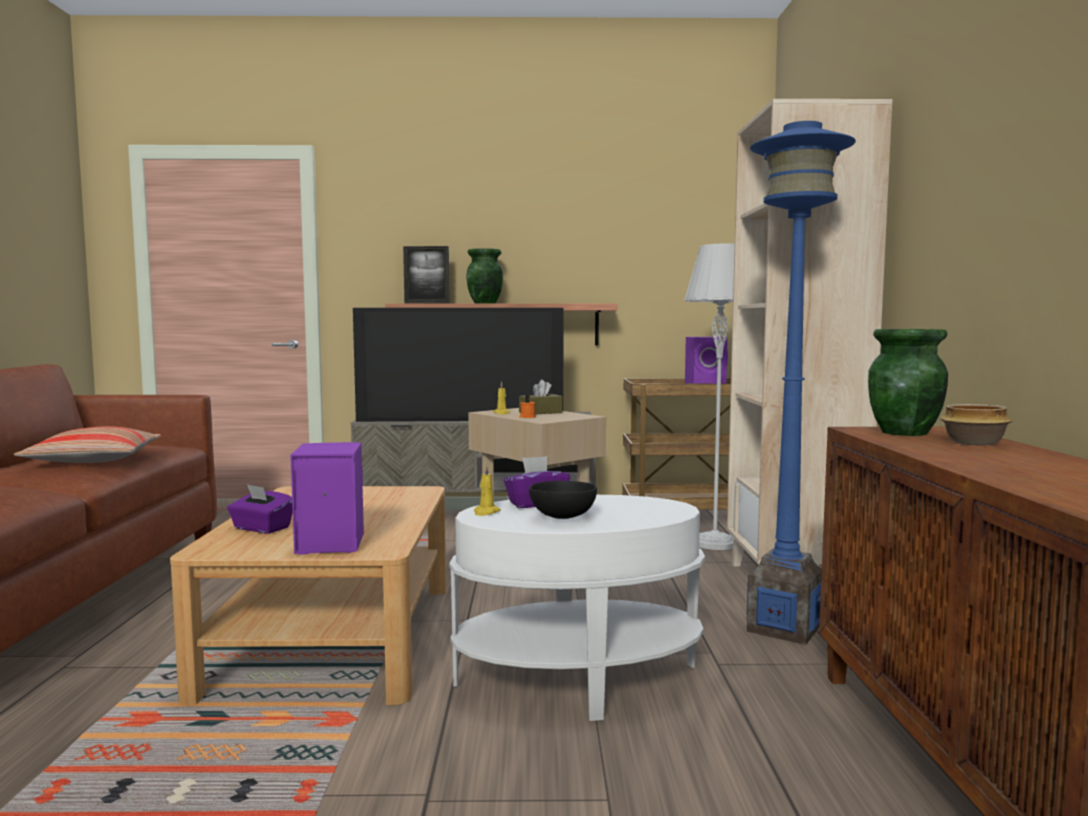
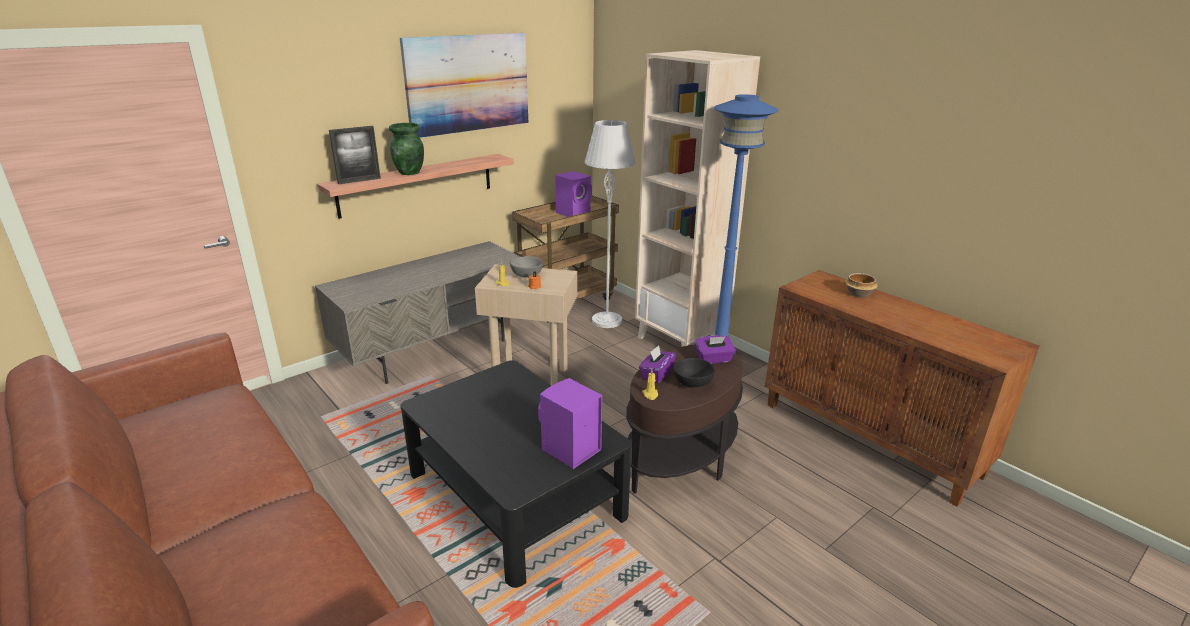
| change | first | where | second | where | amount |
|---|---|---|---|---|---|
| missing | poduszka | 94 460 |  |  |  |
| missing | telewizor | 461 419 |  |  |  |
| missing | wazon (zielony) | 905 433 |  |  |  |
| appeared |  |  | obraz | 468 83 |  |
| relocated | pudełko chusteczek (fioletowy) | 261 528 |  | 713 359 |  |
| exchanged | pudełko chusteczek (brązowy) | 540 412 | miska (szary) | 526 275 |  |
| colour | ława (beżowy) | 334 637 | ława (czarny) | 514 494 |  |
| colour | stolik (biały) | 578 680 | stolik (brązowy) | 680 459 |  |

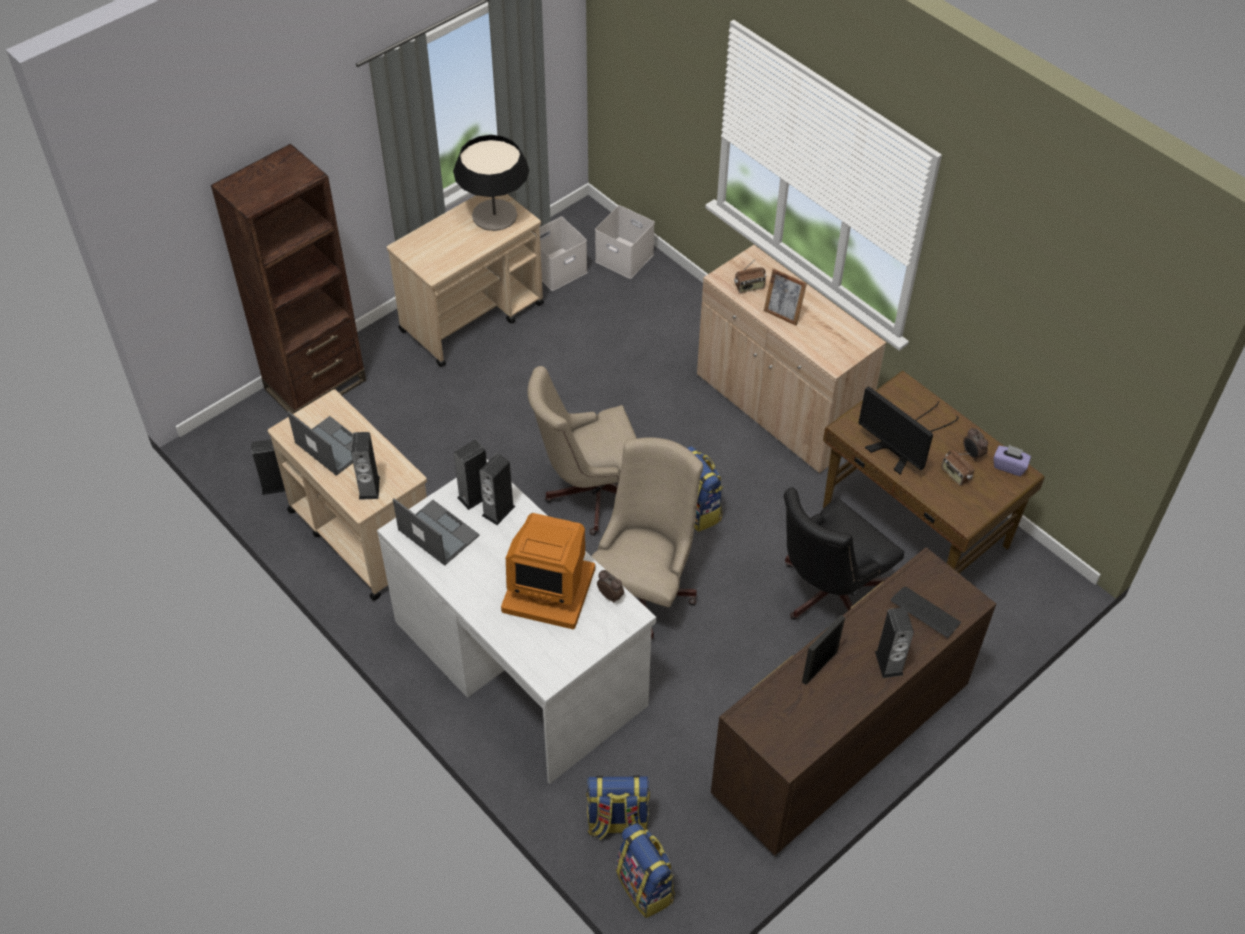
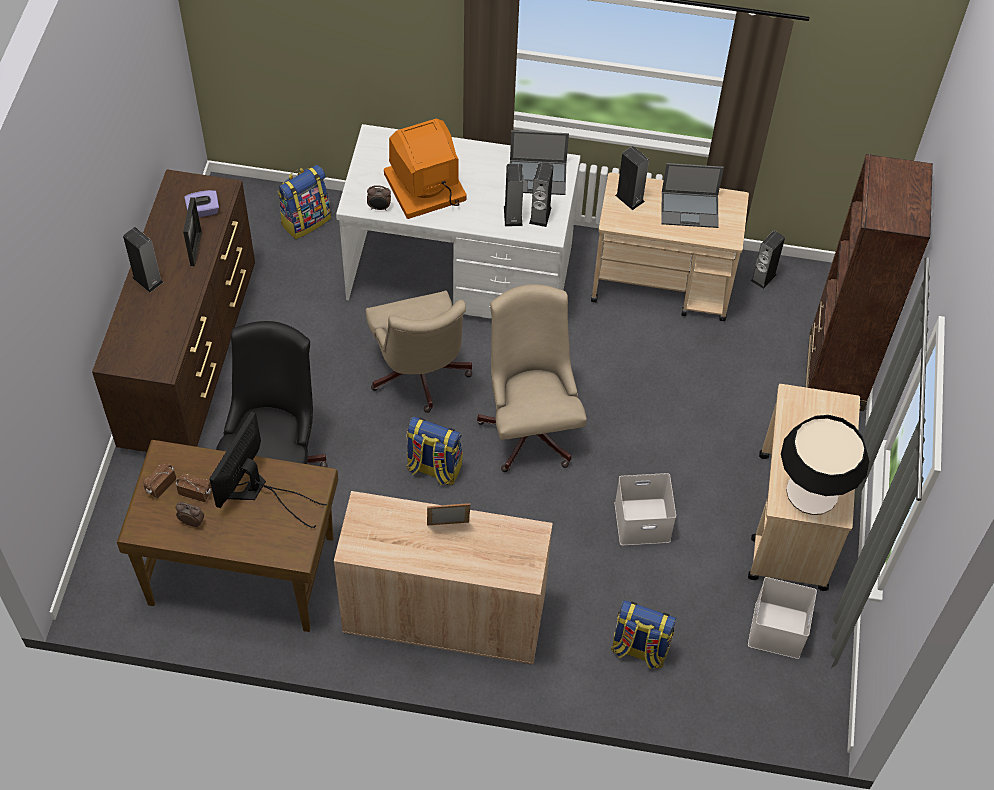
| change | first | where | second | where | amount |
|---|---|---|---|---|---|
| missing | klawiatura | 925 612 |  |  |  |
| relocated | pojemnik do przechowywania (biały) | 623 258 |  | 643 520 |  |
| relocated | plecak | 646 886 |  | 639 649 |  |
| relocated | radio | 749 287 |  | 160 485 |  |
| relocated | pudełko chusteczek (fioletowy) | 1009 466 |  | 203 211 |  |
| spun | krzesło biurowe (beżowy) | 590 493 |  | 530 425 | 45 degrees counterclockwise |
| spun | monitor | 901 446 |  | 258 490 | 75 degrees counterclockwise |

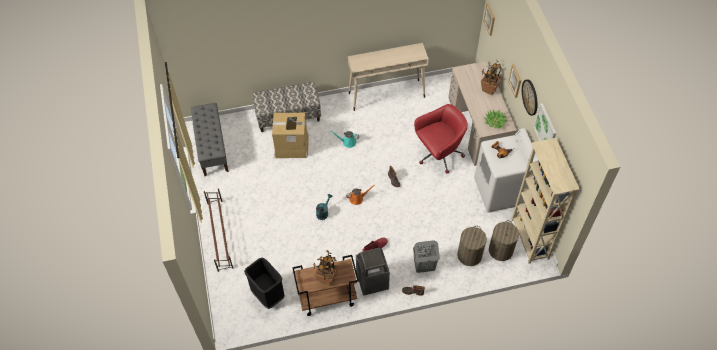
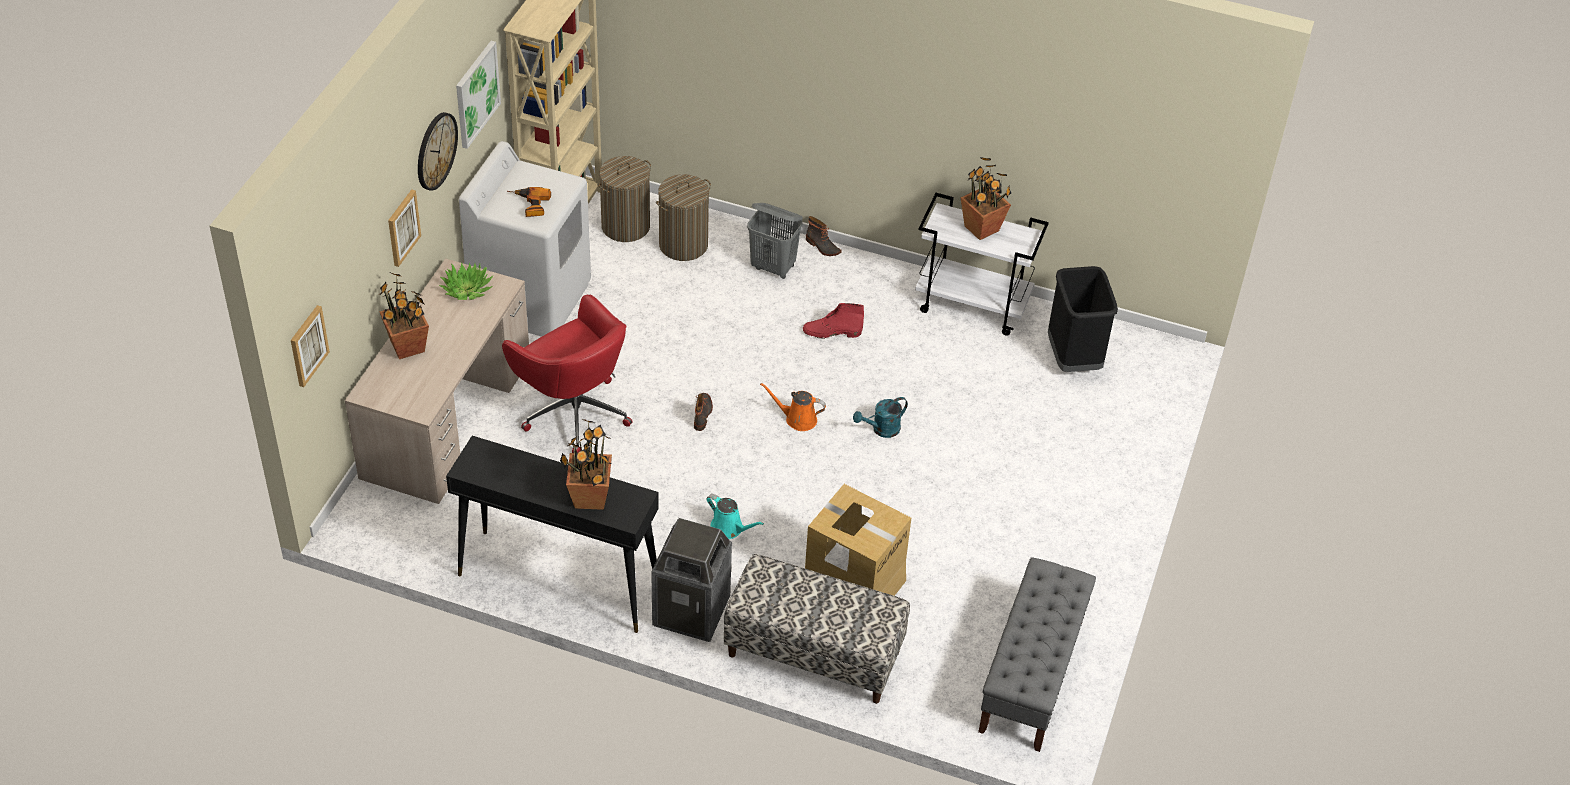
| change | first | where | second | where | amount |
|---|---|---|---|---|---|
| missing | regał na buty (brązowy) | 220 234 |  |  |  |
| appeared |  |  | roślina doniczkowa | 589 498 |  |
| relocated | kosz na śmieci | 372 281 |  | 692 612 |  |
| colour | wózek (brązowy) | 327 299 | wózek (biały) | 973 305 |  |
| colour | stolik konsolowy (beżowy) | 387 95 | stolik konsolowy (czarny) | 558 581 |  |
| spun | krzesło biurowe (czerwony) | 438 154 |  | 574 411 | 135 degrees counterclockwise |

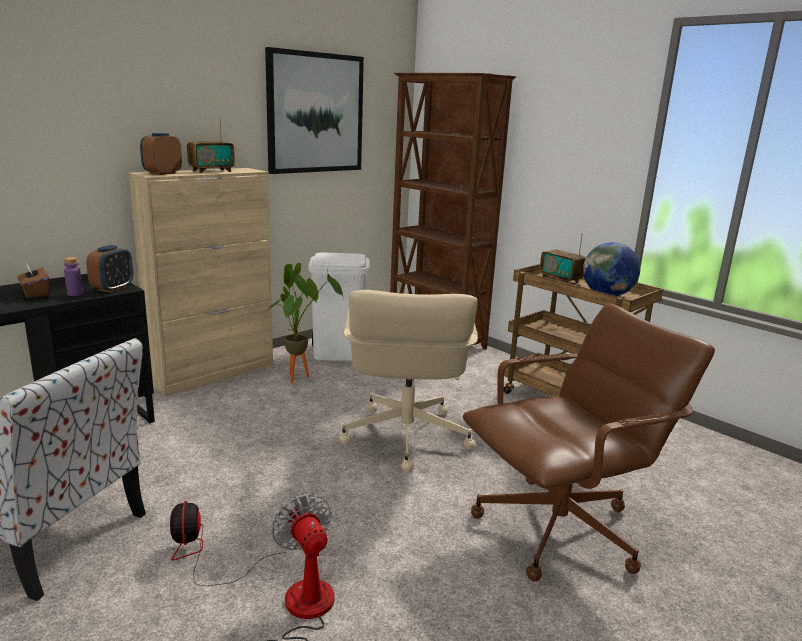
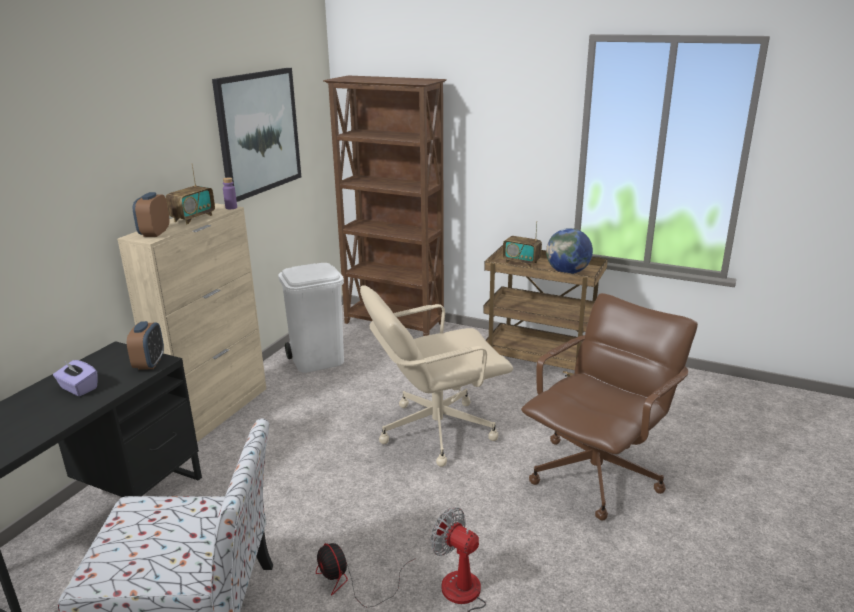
| change | first | where | second | where | amount |
|---|---|---|---|---|---|
| missing | roślina doniczkowa | 300 376 |  |  |  |
| relocated | butelka (fioletowy) | 75 294 |  | 231 207 |  |
| colour | pudełko chusteczek (brązowy) | 35 293 | pudełko chusteczek (fioletowy) | 78 388 |  |
| spun | krzesło biurowe (beżowy) | 405 437 |  | 435 430 | 90 degrees clockwise |

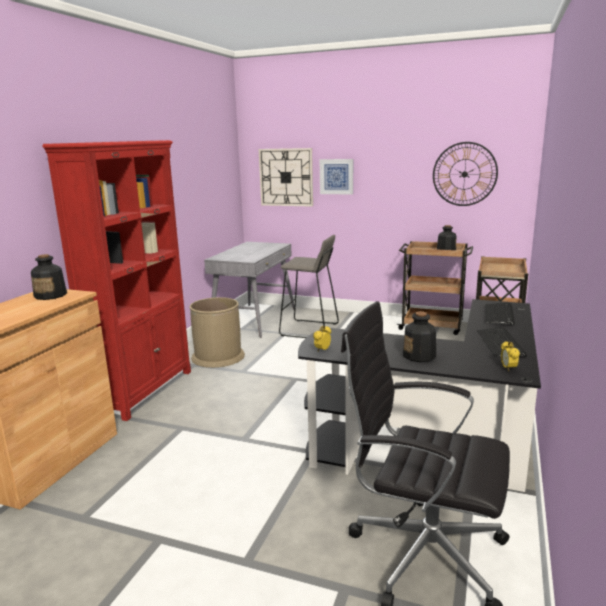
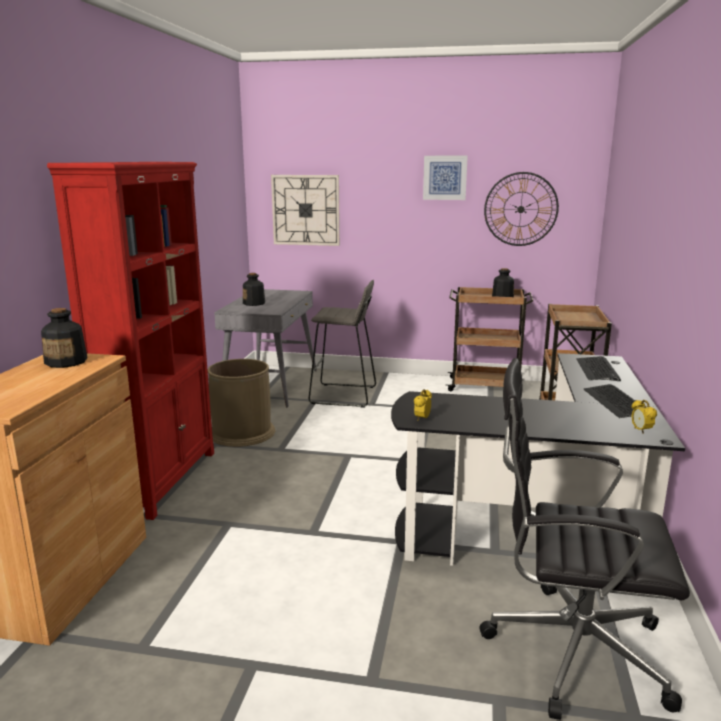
| change | first | where | second | where | amount |
|---|---|---|---|---|---|
| relocated | obraz | 336 176 |  | 445 177 |  |
| relocated | butelka | 419 356 |  | 254 303 |  |

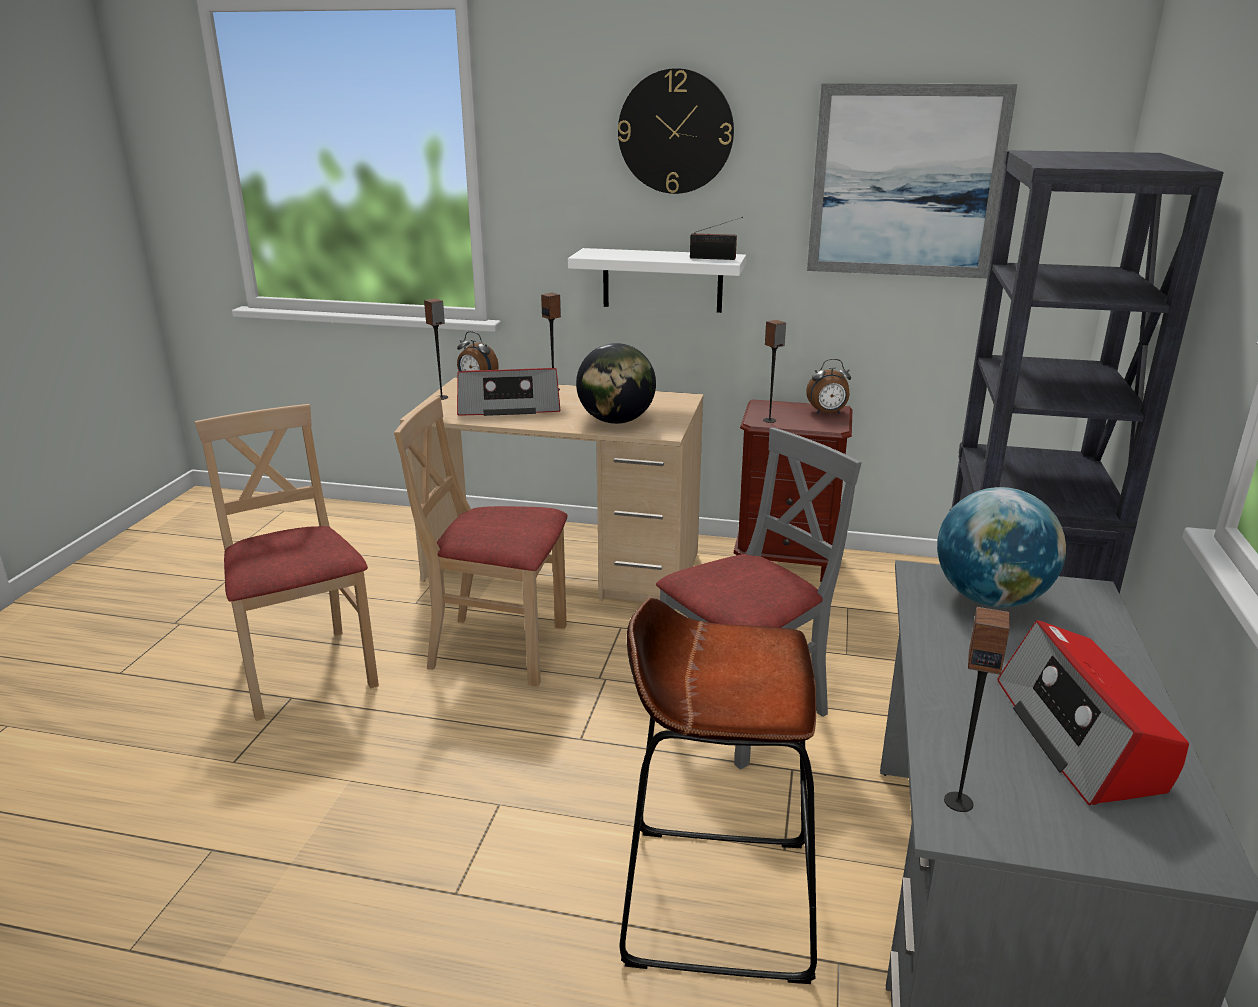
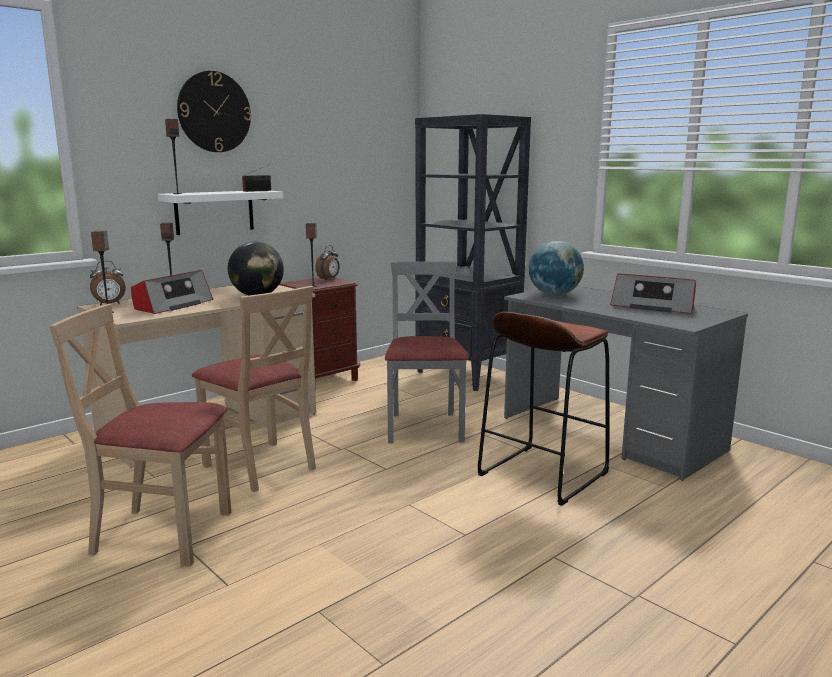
| change | first | where | second | where | amount |
|---|---|---|---|---|---|
| missing | obraz | 905 182 |  |  |  |
| relocated | głośnik | 958 801 |  | 177 193 |  |
| spun | krzesło (beżowy) | 498 648 |  | 261 466 | 90 degrees counterclockwise |

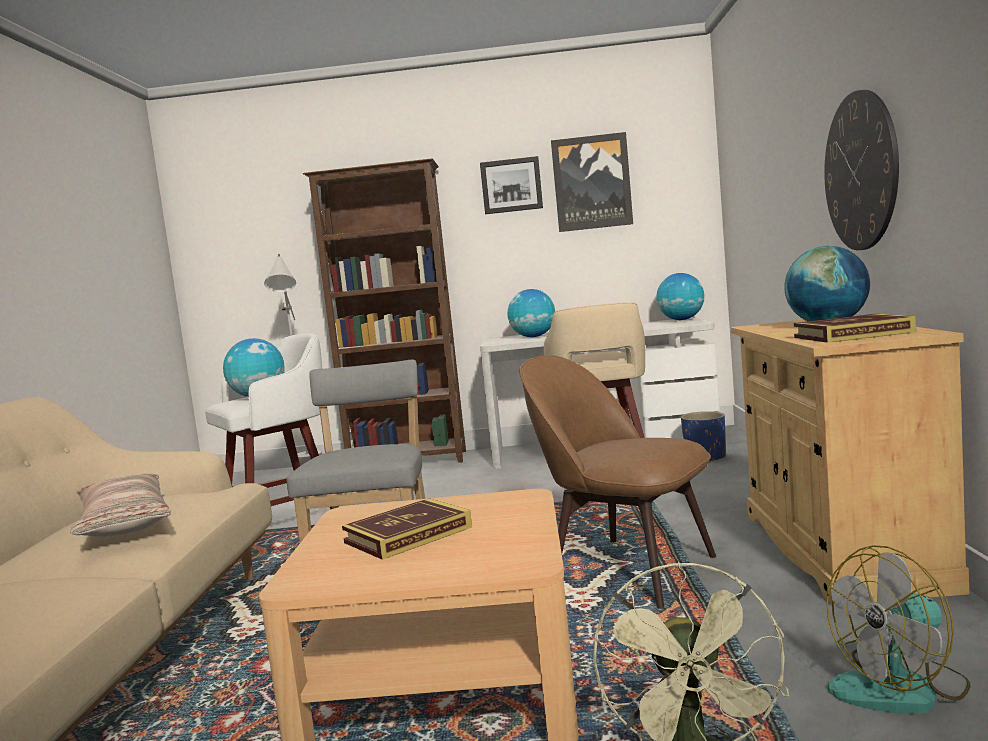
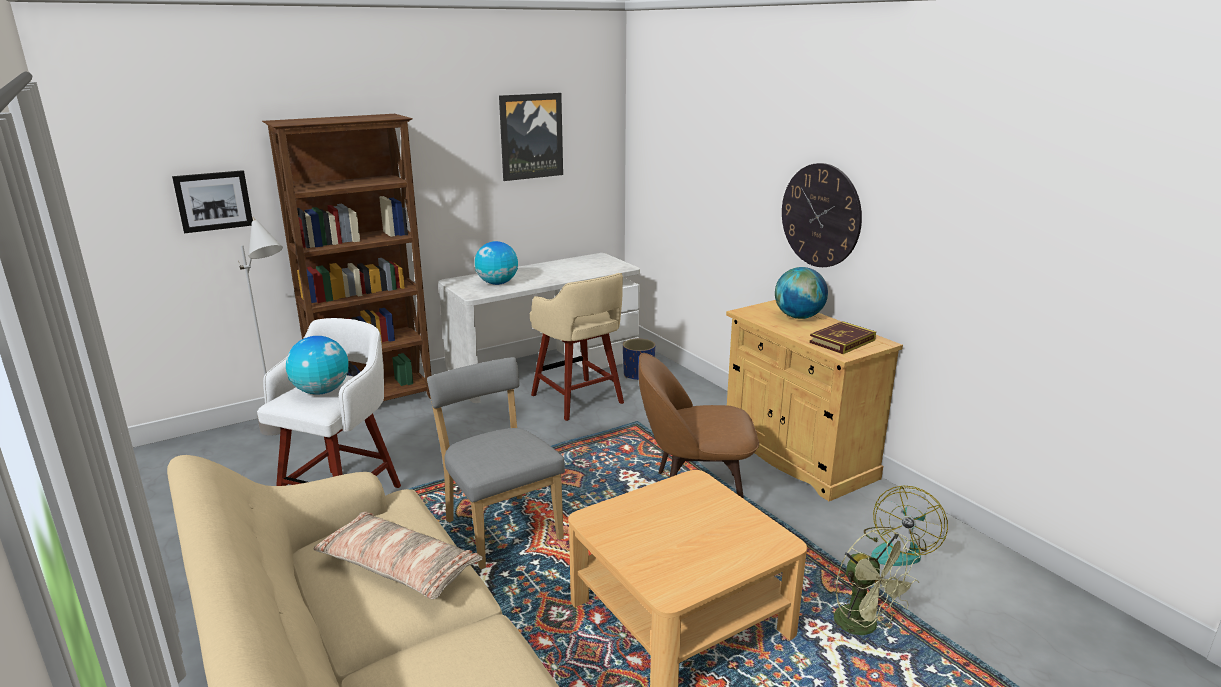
| change | first | where | second | where | amount |
|---|---|---|---|---|---|
| missing | książka | 408 535 |  |  |  |
| missing | globus | 681 320 |  |  |  |
| relocated | obraz | 511 185 |  | 213 201 |  |

